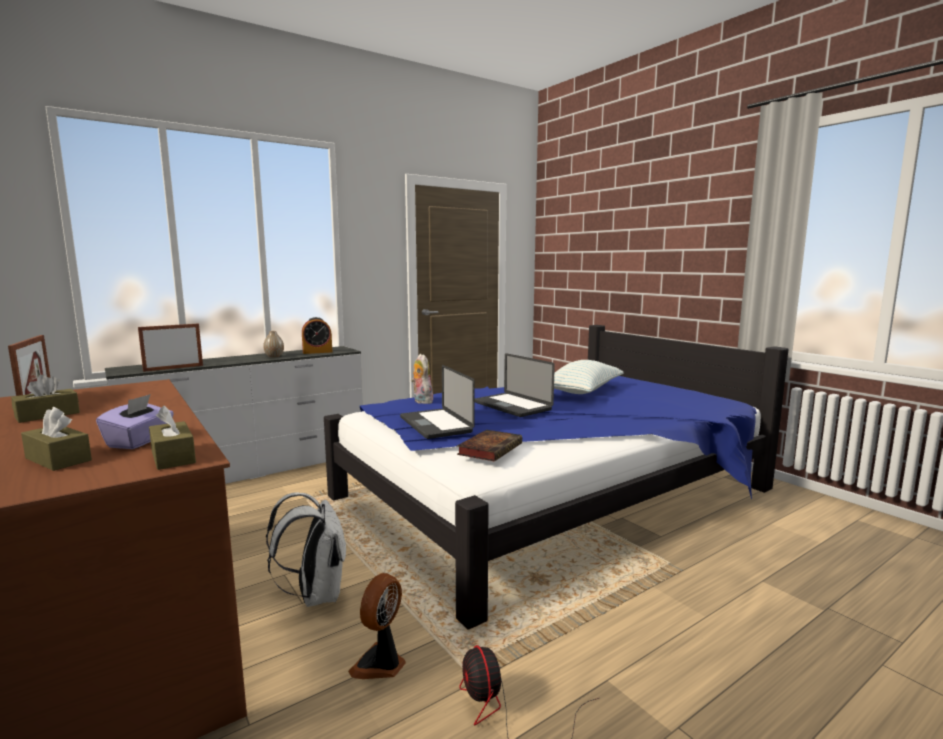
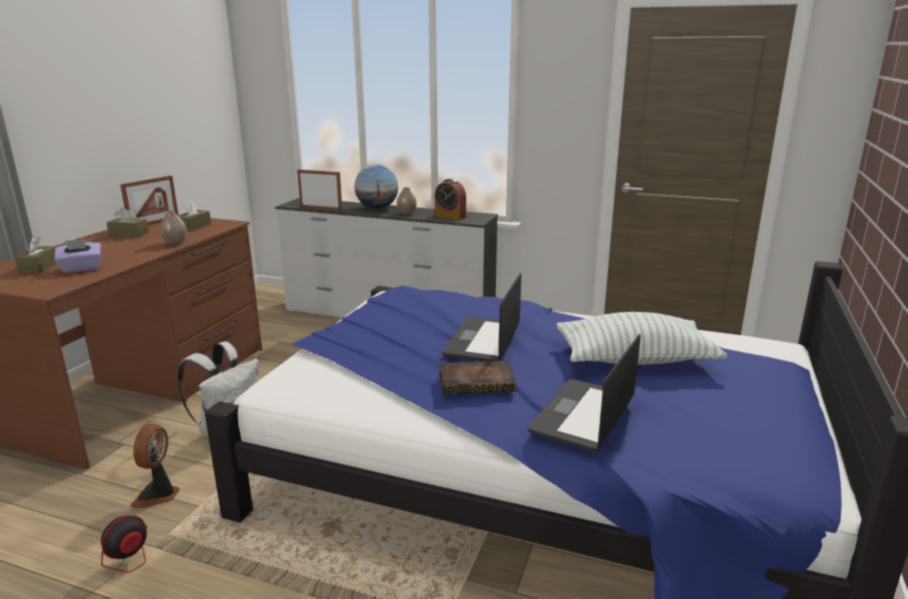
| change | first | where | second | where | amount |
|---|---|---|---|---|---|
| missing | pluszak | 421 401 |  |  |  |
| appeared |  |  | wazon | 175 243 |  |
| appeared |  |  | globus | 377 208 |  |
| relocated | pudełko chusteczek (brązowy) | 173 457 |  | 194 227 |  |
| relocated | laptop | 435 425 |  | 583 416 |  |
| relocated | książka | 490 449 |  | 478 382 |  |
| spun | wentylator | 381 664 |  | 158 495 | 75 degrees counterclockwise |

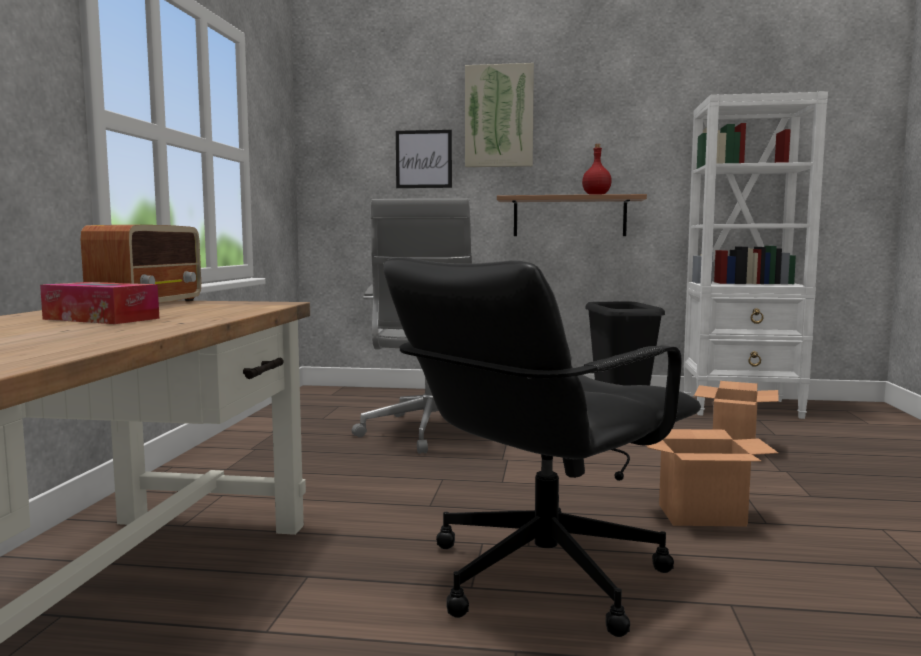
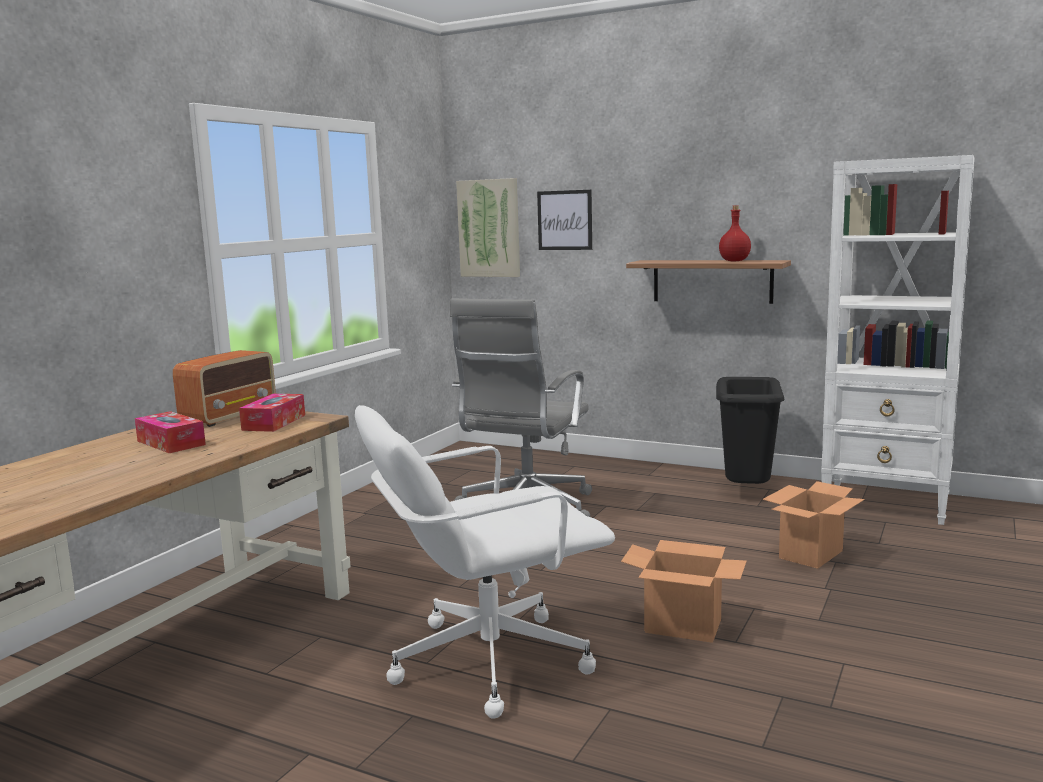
| change | first | where | second | where | amount |
|---|---|---|---|---|---|
| appeared |  |  | pudełko chusteczek | 274 422 |  |
| relocated | obraz | 499 116 |  | 489 228 |  |
| colour | krzesło biurowe (czarny) | 541 575 | krzesło biurowe (biały) | 487 661 |  |

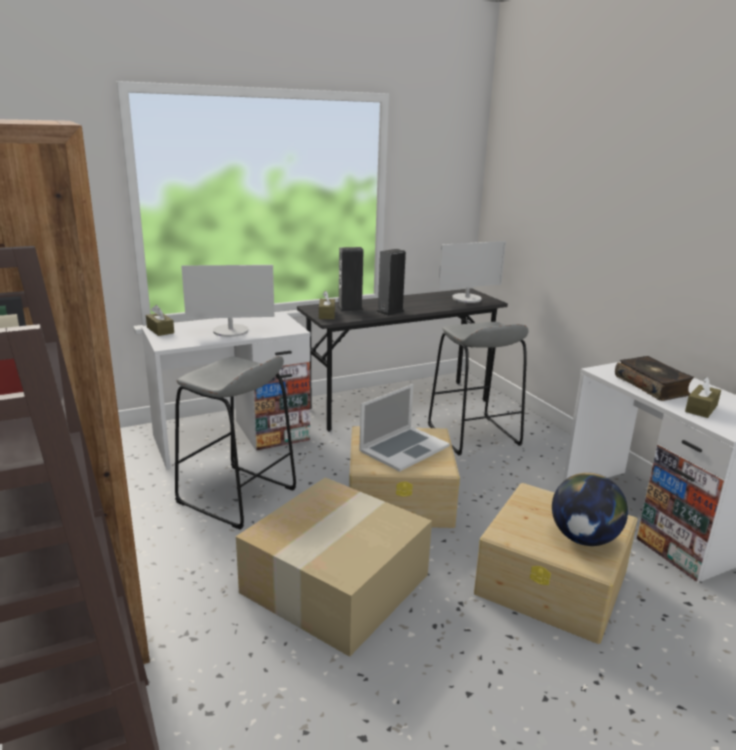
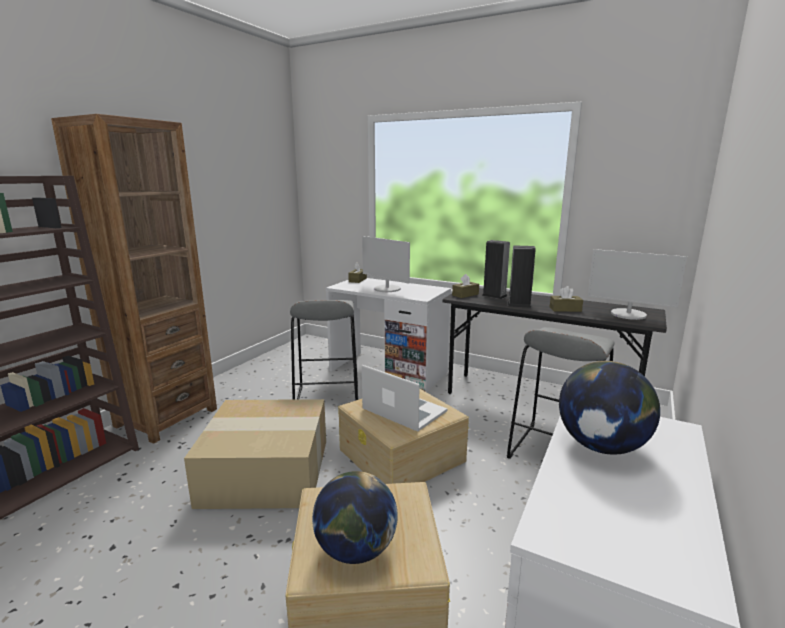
| change | first | where | second | where | amount |
|---|---|---|---|---|---|
| relocated | pudełko chusteczek (brązowy) | 701 408 |  | 565 309 |  |
| exchanged | książka | 652 386 | globus | 601 446 |  |
| spun | laptop | 404 448 |  | 403 410 | 150 degrees counterclockwise |

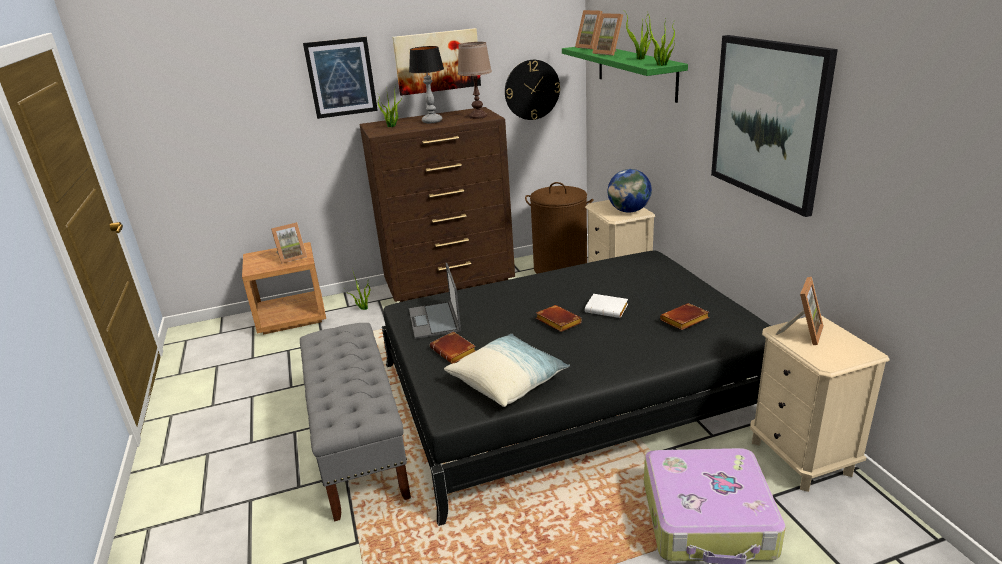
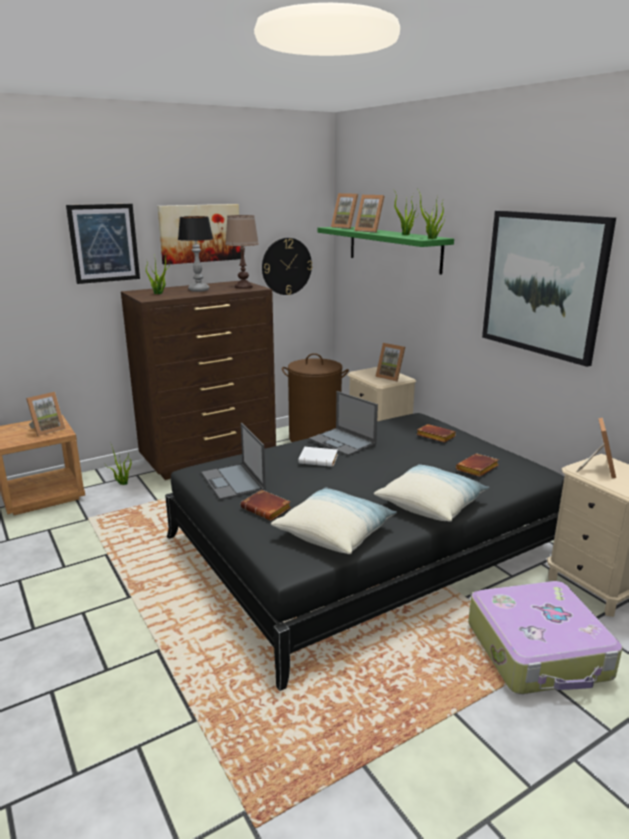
| change | first | where | second | where | amount |
|---|---|---|---|---|---|
| missing | ławka (szary) | 359 445 |  |  |  |
| appeared |  |  | laptop | 343 442 |  |
| appeared |  |  | poduszka | 431 504 |  |
| relocated | książka (brązowy) | 556 322 |  | 434 436 |  |
| relocated | książka (biały) | 608 309 |  | 319 460 |  |
| exchanged | globus | 629 211 | ramka na zdjęcie | 391 377 |  |

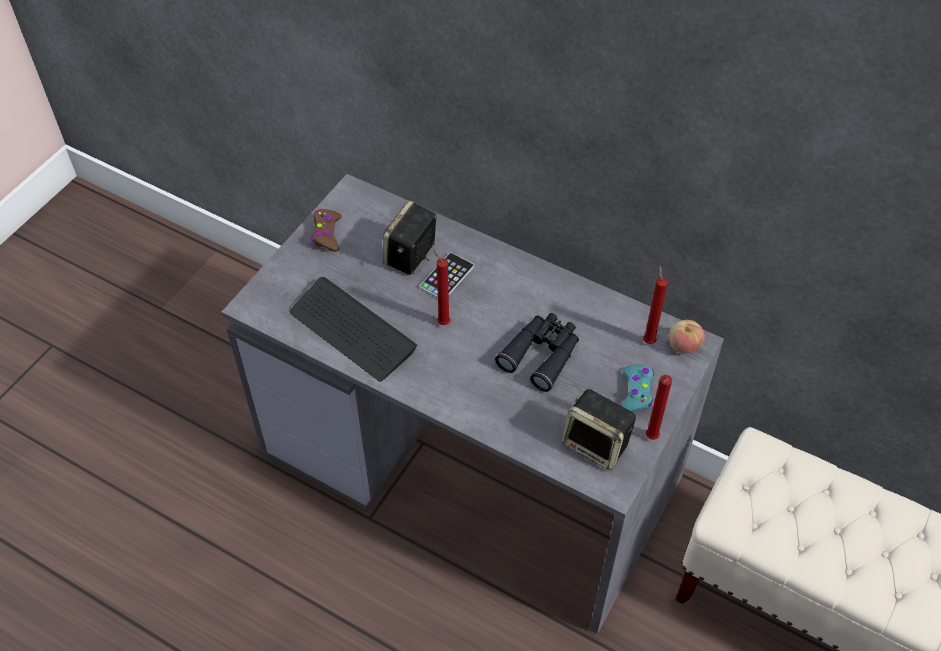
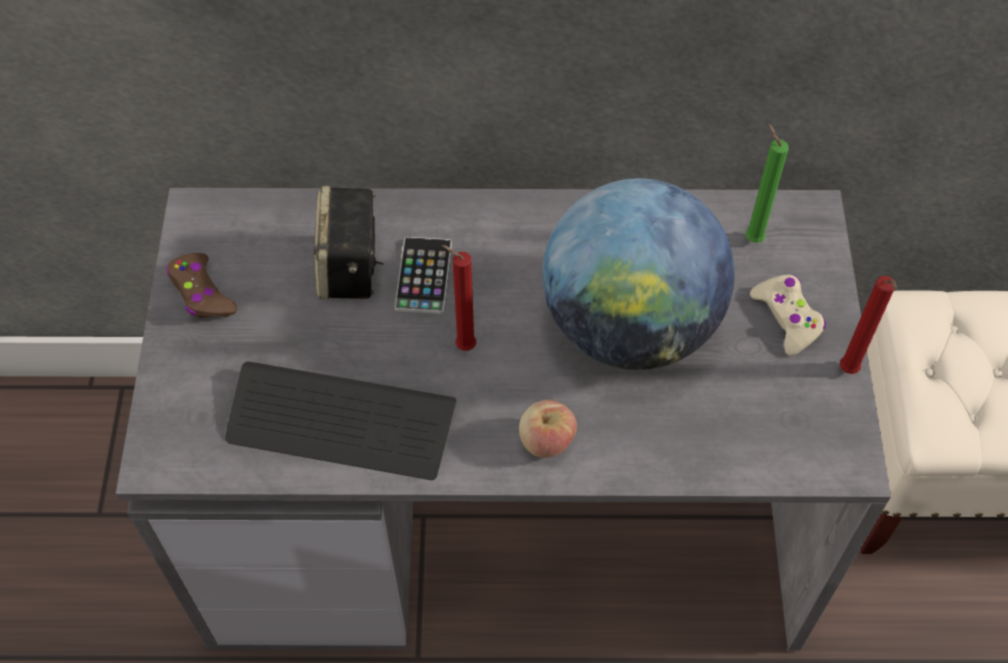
| change | first | where | second | where | amount |
|---|---|---|---|---|---|
| missing | głośnik | 597 444 |  |  |  |
| relocated | jabłko | 683 346 |  | 546 441 |  |
| exchanged | lornetka (czarny) | 542 354 | globus | 630 325 |  |
| colour | pad do gier (turkusowy) | 636 392 | pad do gier (beżowy) | 787 318 |  |
| colour | świeca (czerwony) | 648 340 | świeca (zielony) | 751 237 |  |

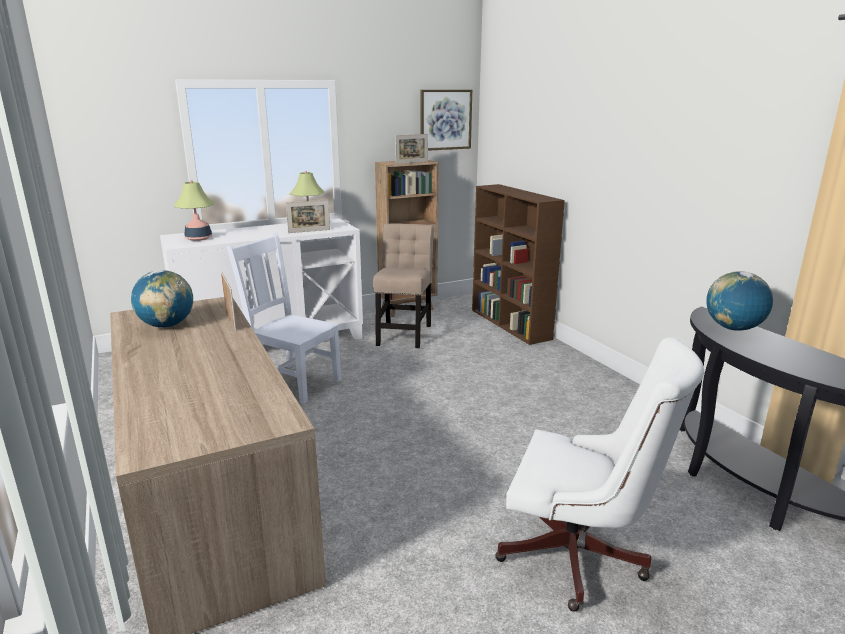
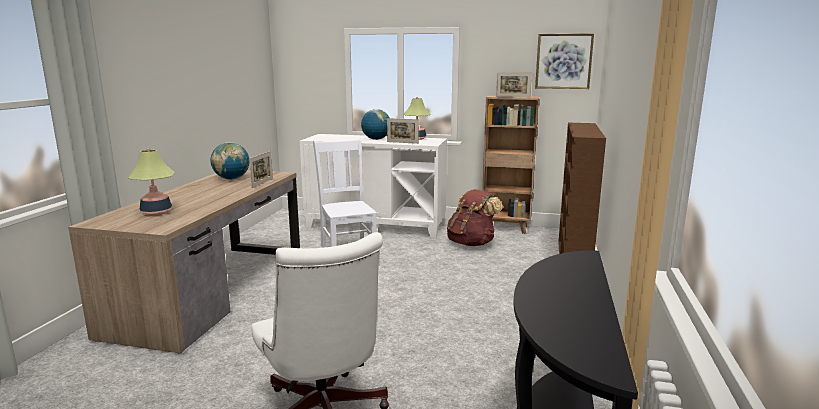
| change | first | where | second | where | amount |
|---|---|---|---|---|---|
| relocated | lampa stołowa | 198 238 |  | 156 212 |  |
| relocated | globus | 733 328 |  | 376 139 |  |
| exchanged | krzesło (beżowy) | 404 333 | plecak (brązowy) | 471 243 |  |

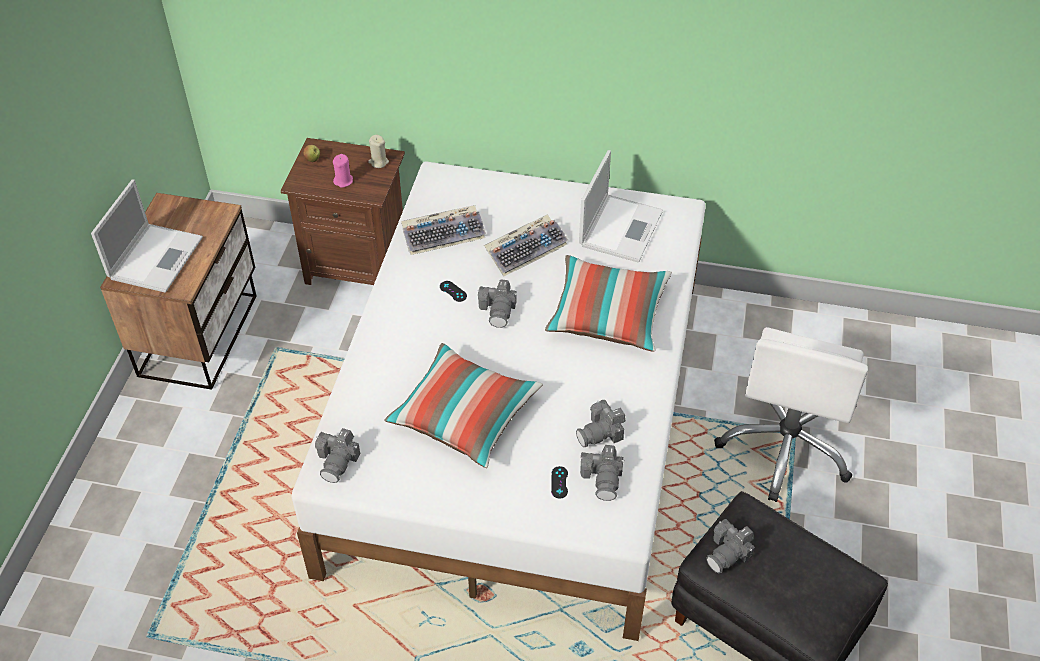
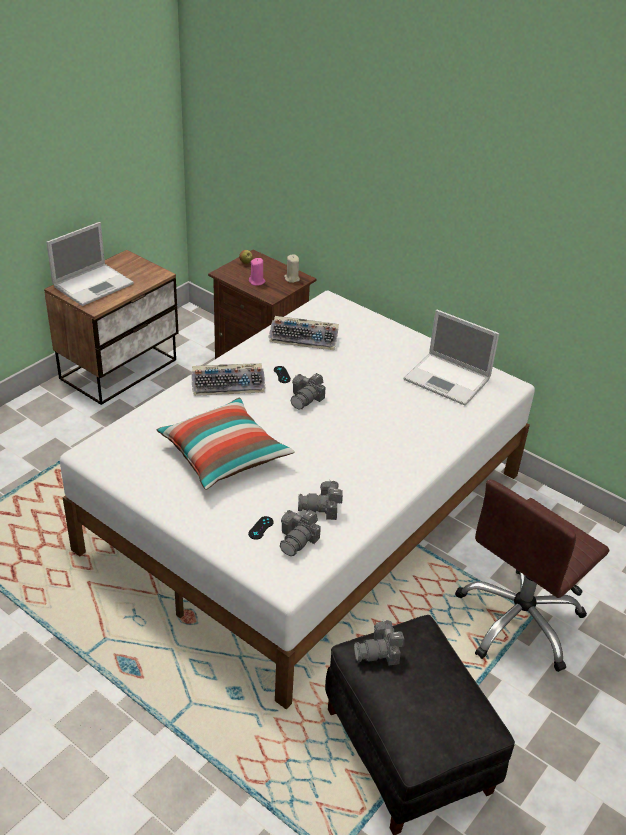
| change | first | where | second | where | amount |
|---|---|---|---|---|---|
| missing | aparat fotograficzny | 338 461 |  |  |  |
| missing | poduszka | 608 315 |  |  |  |
| relocated | klawiatura | 526 249 |  | 229 384 |  |
| colour | krzesło biurowe (biały) | 785 446 | krzesło biurowe (brązowy) | 519 621 |  |
| spun | laptop | 621 227 |  | 448 380 | 75 degrees clockwise |

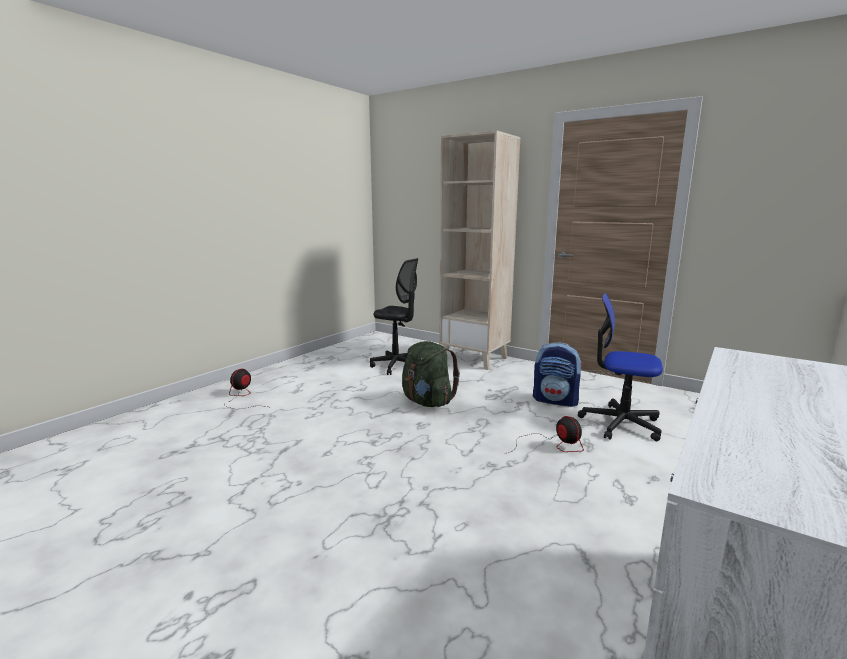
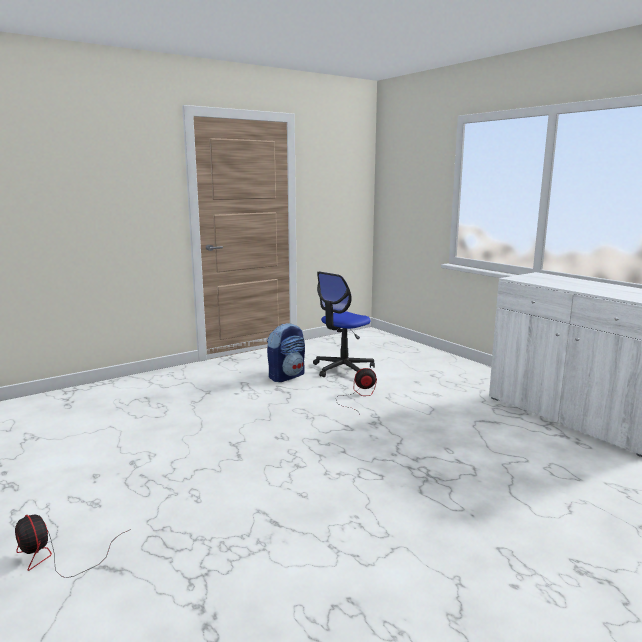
| change | first | where | second | where | amount |
|---|---|---|---|---|---|
| missing | krzesło biurowe (czarny) | 396 366 |  |  |  |
| missing | plecak (zielony) | 427 402 |  |  |  |
| missing | regał (beżowy) | 475 359 |  |  |  |

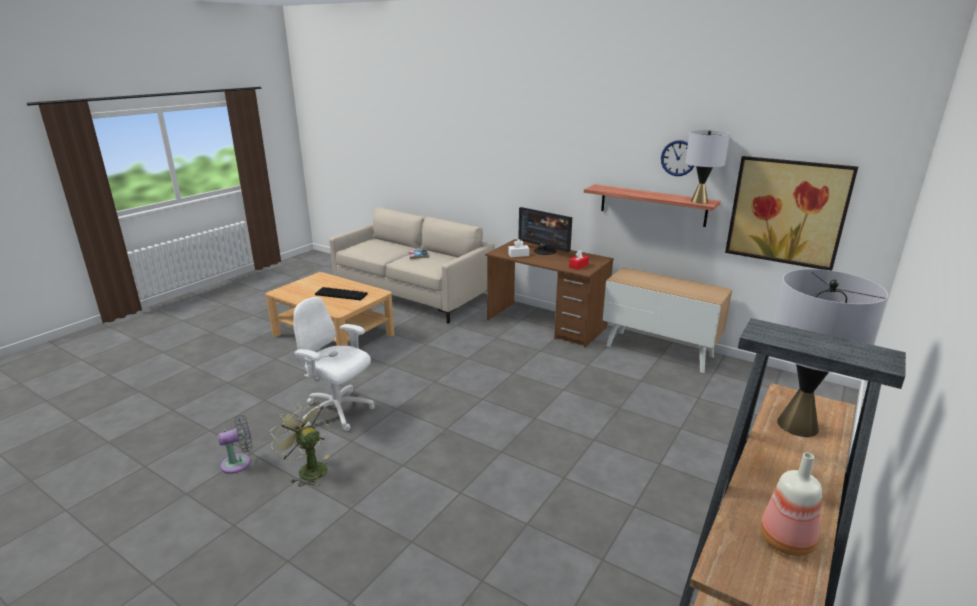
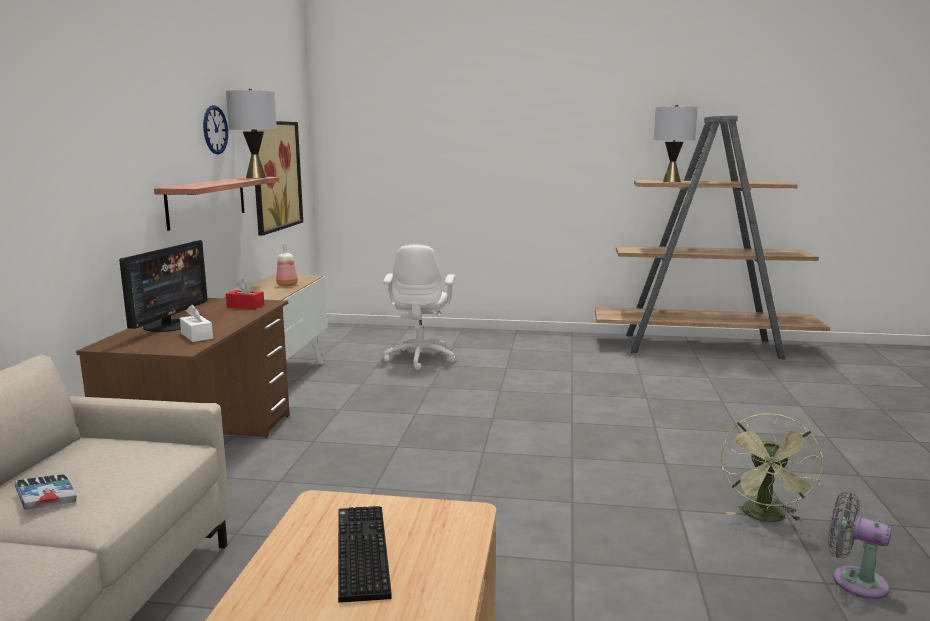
| change | first | where | second | where | amount |
|---|---|---|---|---|---|
| relocated | krzesło biurowe (biały) | 338 412 |  | 421 358 |  |
| relocated | butelka | 787 540 |  | 286 285 |  |

